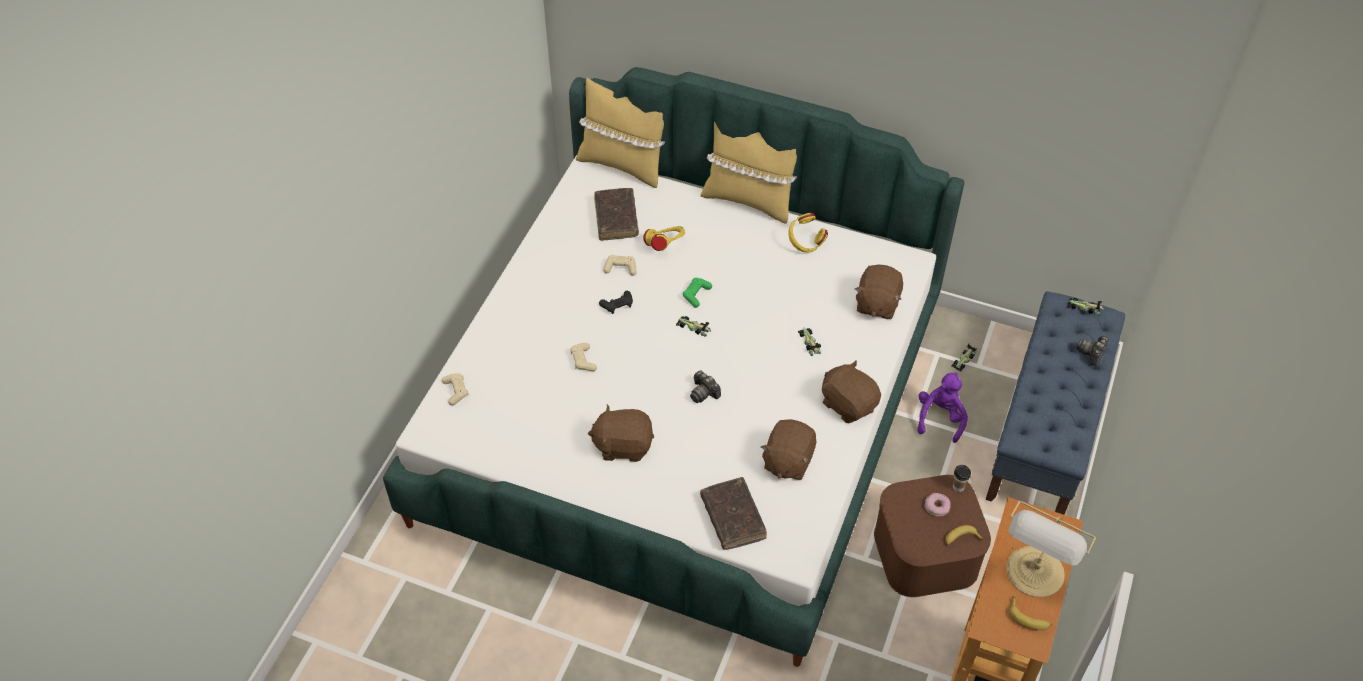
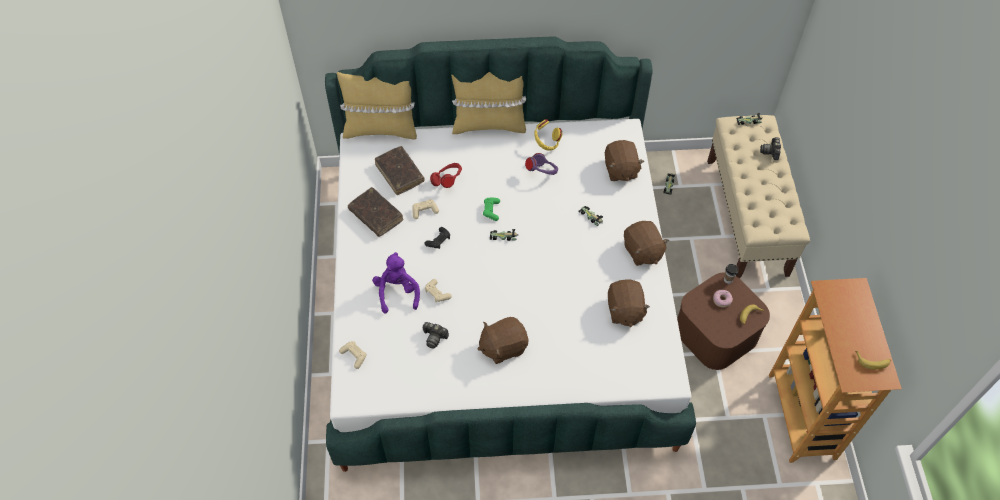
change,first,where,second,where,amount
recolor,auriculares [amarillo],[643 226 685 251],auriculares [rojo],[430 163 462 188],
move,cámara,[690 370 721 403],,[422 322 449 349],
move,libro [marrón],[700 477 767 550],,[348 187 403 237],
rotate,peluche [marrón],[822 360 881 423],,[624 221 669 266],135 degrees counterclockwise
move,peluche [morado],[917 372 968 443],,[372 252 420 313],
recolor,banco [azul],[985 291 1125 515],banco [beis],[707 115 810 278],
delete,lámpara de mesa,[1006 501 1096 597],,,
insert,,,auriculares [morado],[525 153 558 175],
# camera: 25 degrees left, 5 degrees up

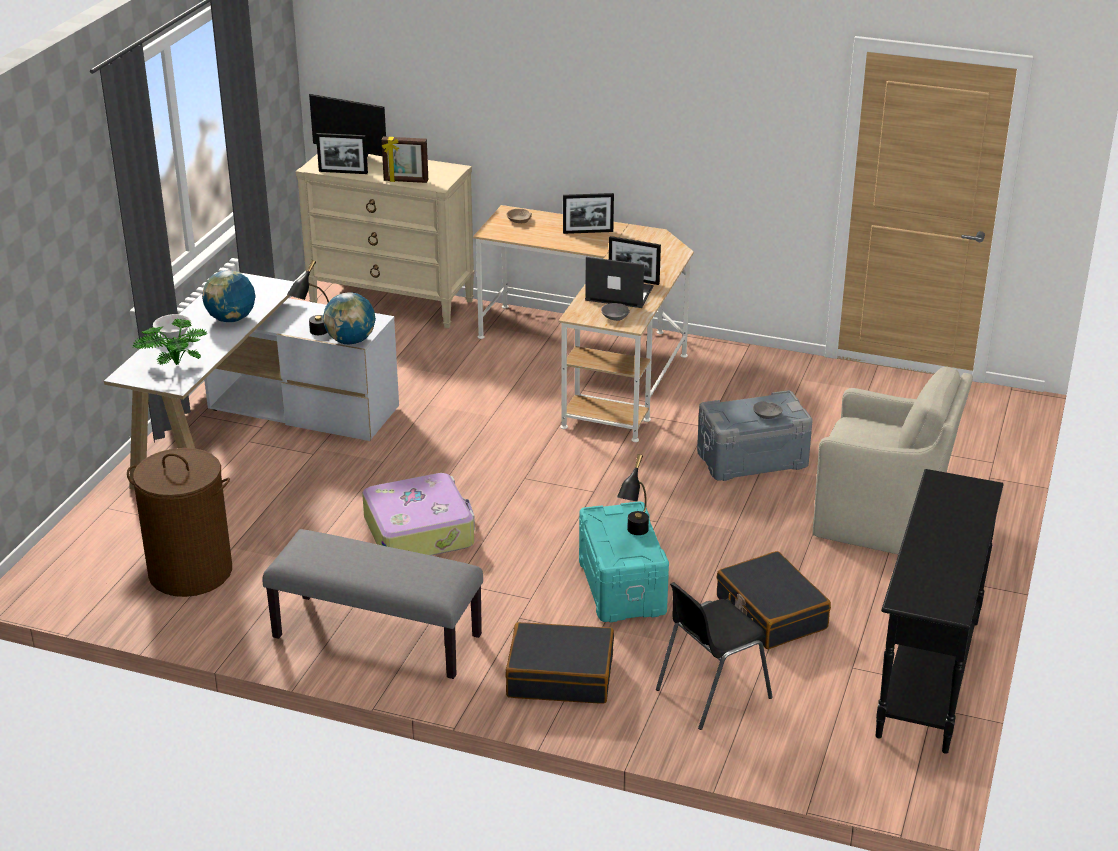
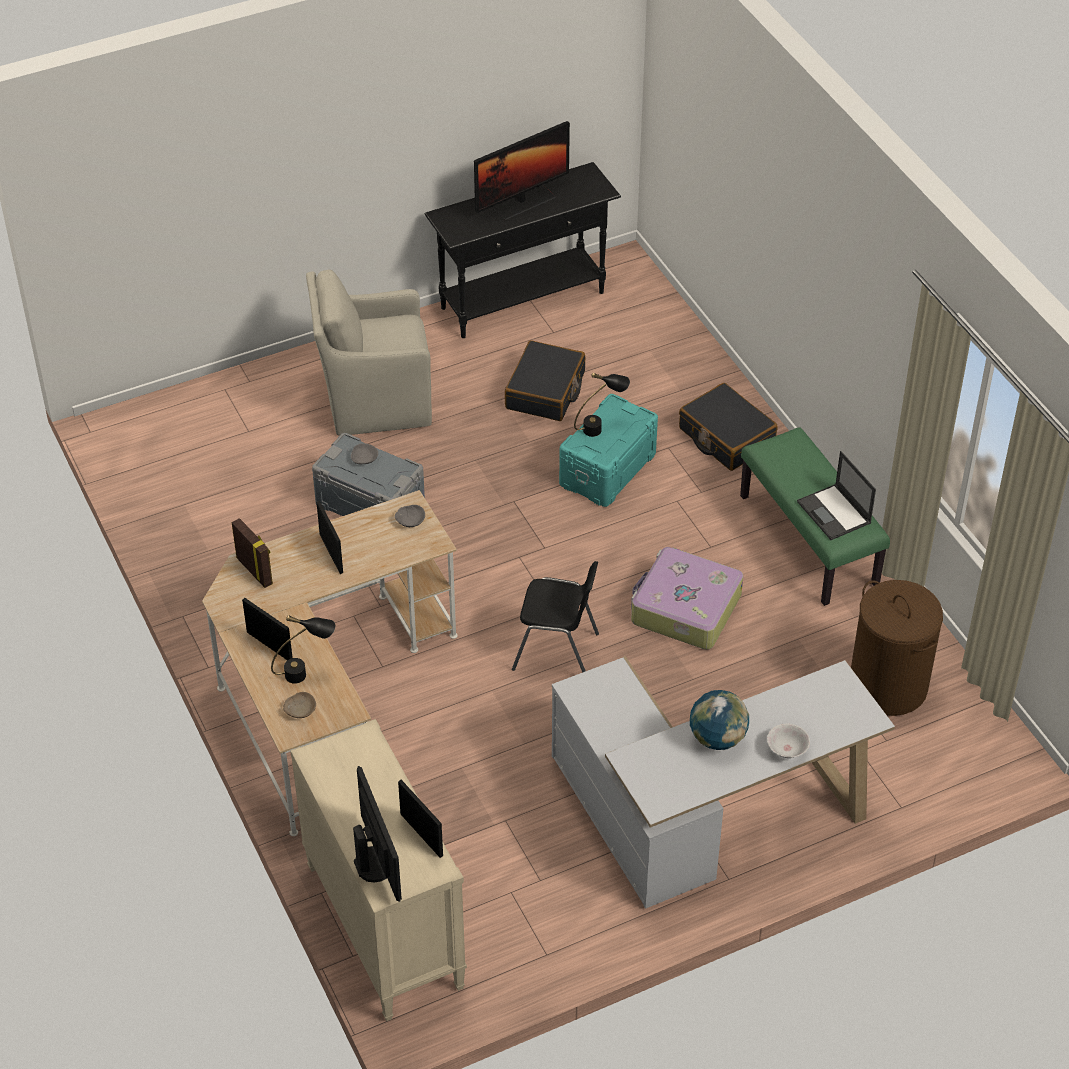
change,first,where,second,where,amount
delete,planta en maceta,[132 319 208 365],,,
recolor,banco [gris],[262 529 483 679],banco [verde],[740 427 890 606],
move,lámpara de mesa [negro],[287 260 329 335],,[271 615 335 684],
delete,globo terráqueo,[323 292 376 344],,,
move,portarretratos,[381 137 428 183],,[231 518 273 588],
move,portátil,[585 257 653 308],,[797 451 876 540],
move,silla [negro],[656 582 773 730],,[512 561 599 673],
rotate,sillón [beis],[813 366 973 554],,[306 269 432 436],75 degrees counterclockwise
insert,,,monitor,[474 121 570 220],
# camera: 135 degrees left, 15 degrees up

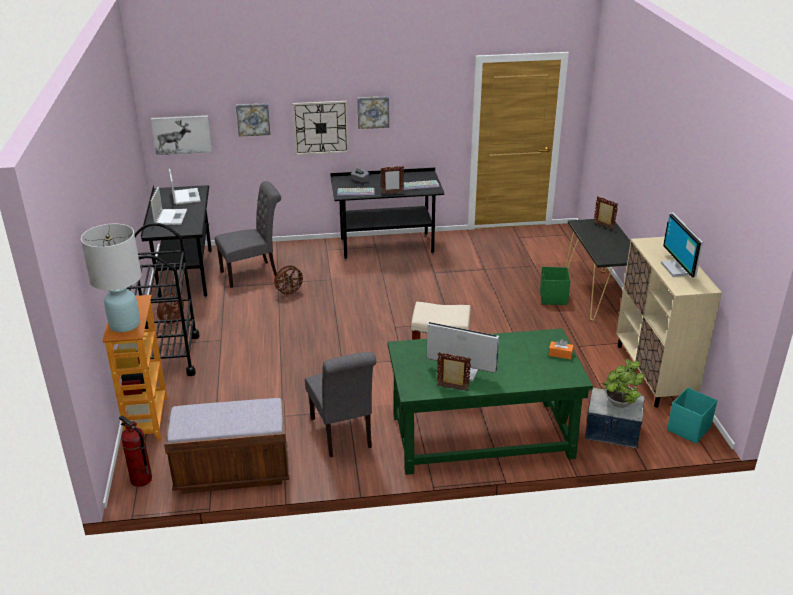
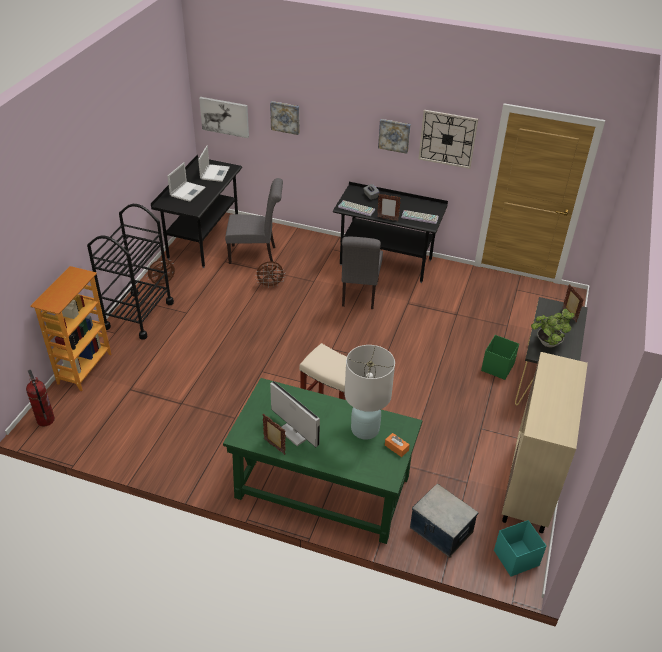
change,first,where,second,where,amount
move,lámpara de mesa [blanco],[81 224 141 332],,[344 345 395 440],
delete,banco [marrón],[164 398 289 494],,,
move,reloj de pared,[292 101 349 155],,[418 110 478 169],
move,silla [gris],[305 352 376 457],,[342 237 383 309],
move,planta en maceta,[600 358 644 408],,[531 308 575 347],
delete,monitor,[661 213 703 277],,,
# camera: 25 degrees right, 10 degrees up

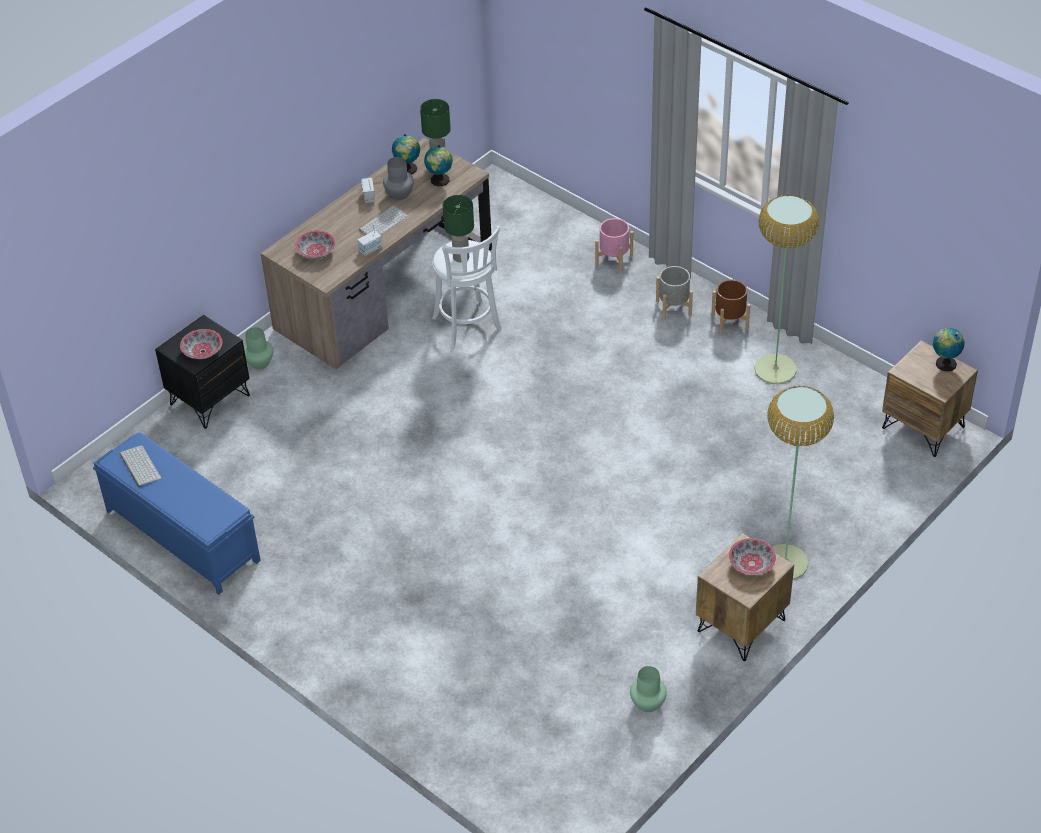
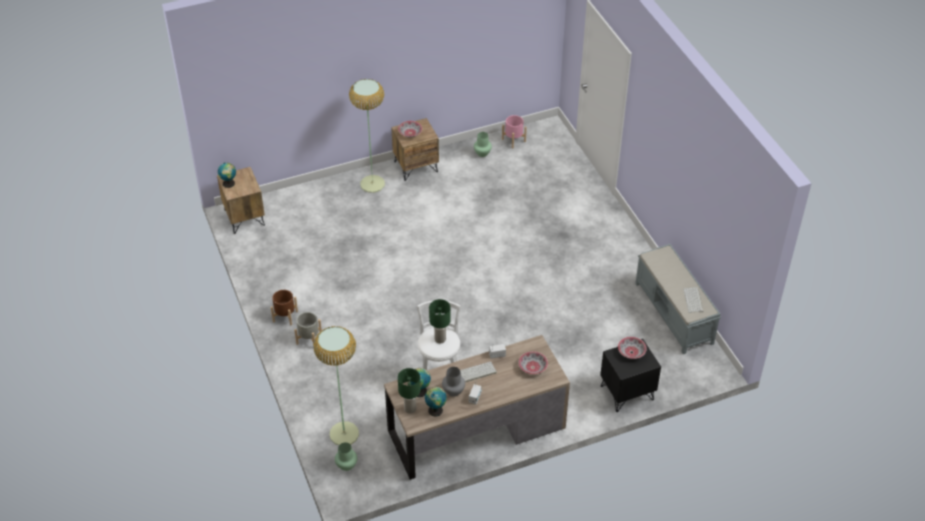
change,first,where,second,where,amount
recolor,banco [azul],[93 432 261 595],banco [gris],[635 244 721 354],
move,florero [verde],[244 327 273 370],,[335 442 357 471],
move,maceta [rosa],[595 218 633 272],,[502 115 527 148],
move,lámpara de pie,[754 195 819 384],,[313 326 359 445],
# camera: 155 degrees left, 0 degrees up

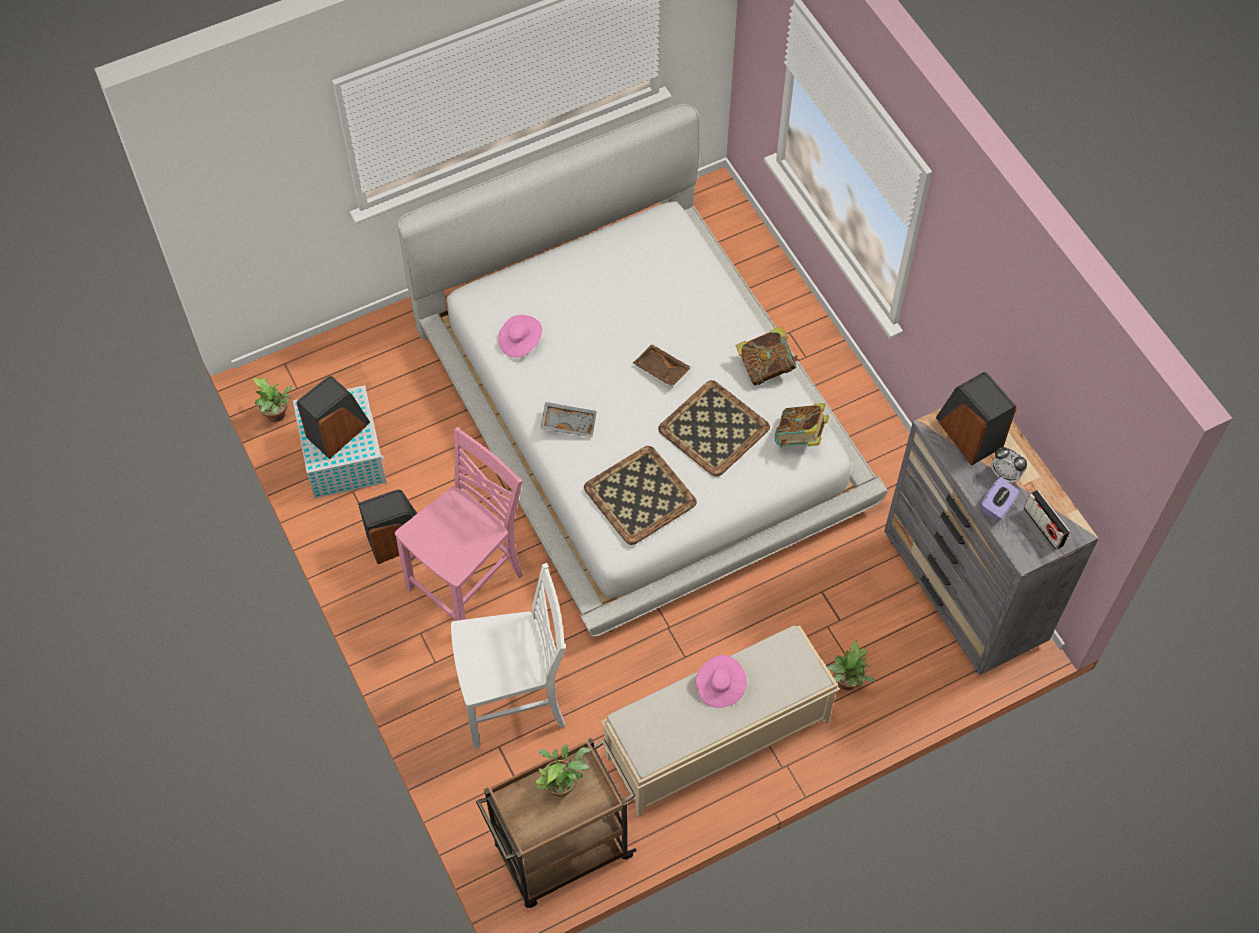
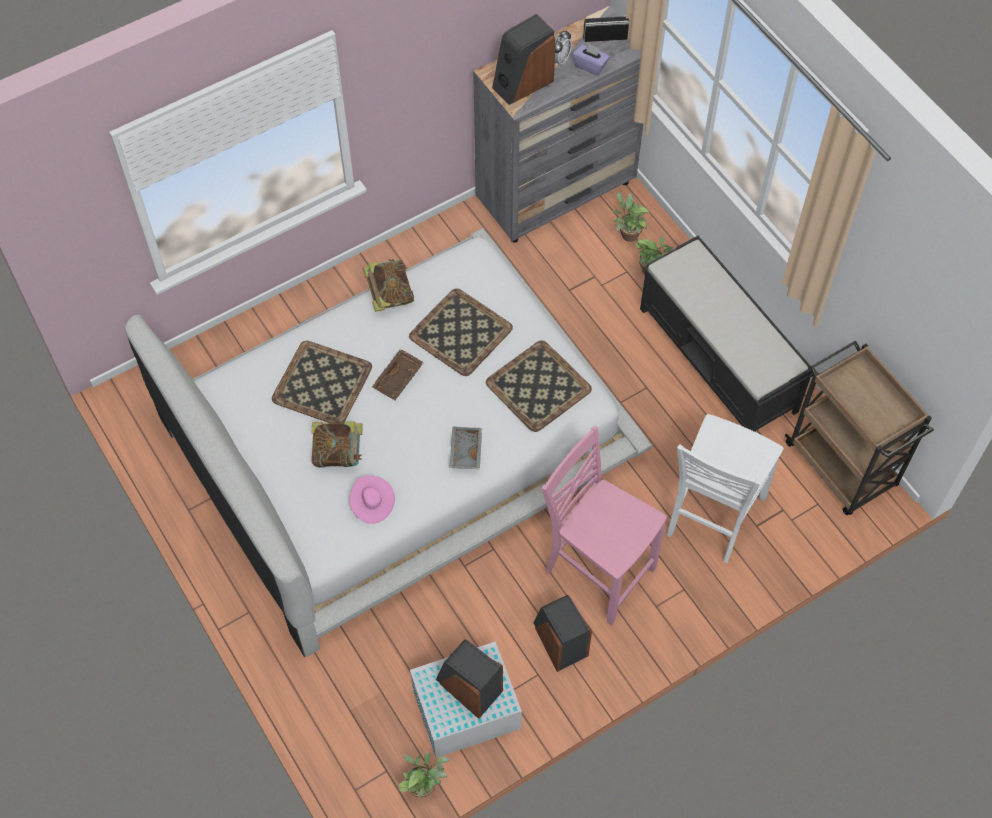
change,first,where,second,where,amount
rotate,silla [blanco],[451 563 566 749],,[667 414 784 563],135 degrees counterclockwise
move,planta en maceta,[535 744 591 797],,[613 192 650 242],
recolor,banco [beis],[601 625 839 817],banco [negro],[640 236 814 432],
delete,sombrero [rosa],[696 655 747 708],,,
move,libro,[775 403 829 447],,[311 421 363 468],
rotate,radio,[1024 490 1070 550],,[583 15 629 42],150 degrees counterclockwise
insert,,,bandeja,[272 341 372 423],
# camera: 95 degrees left, 0 degrees up

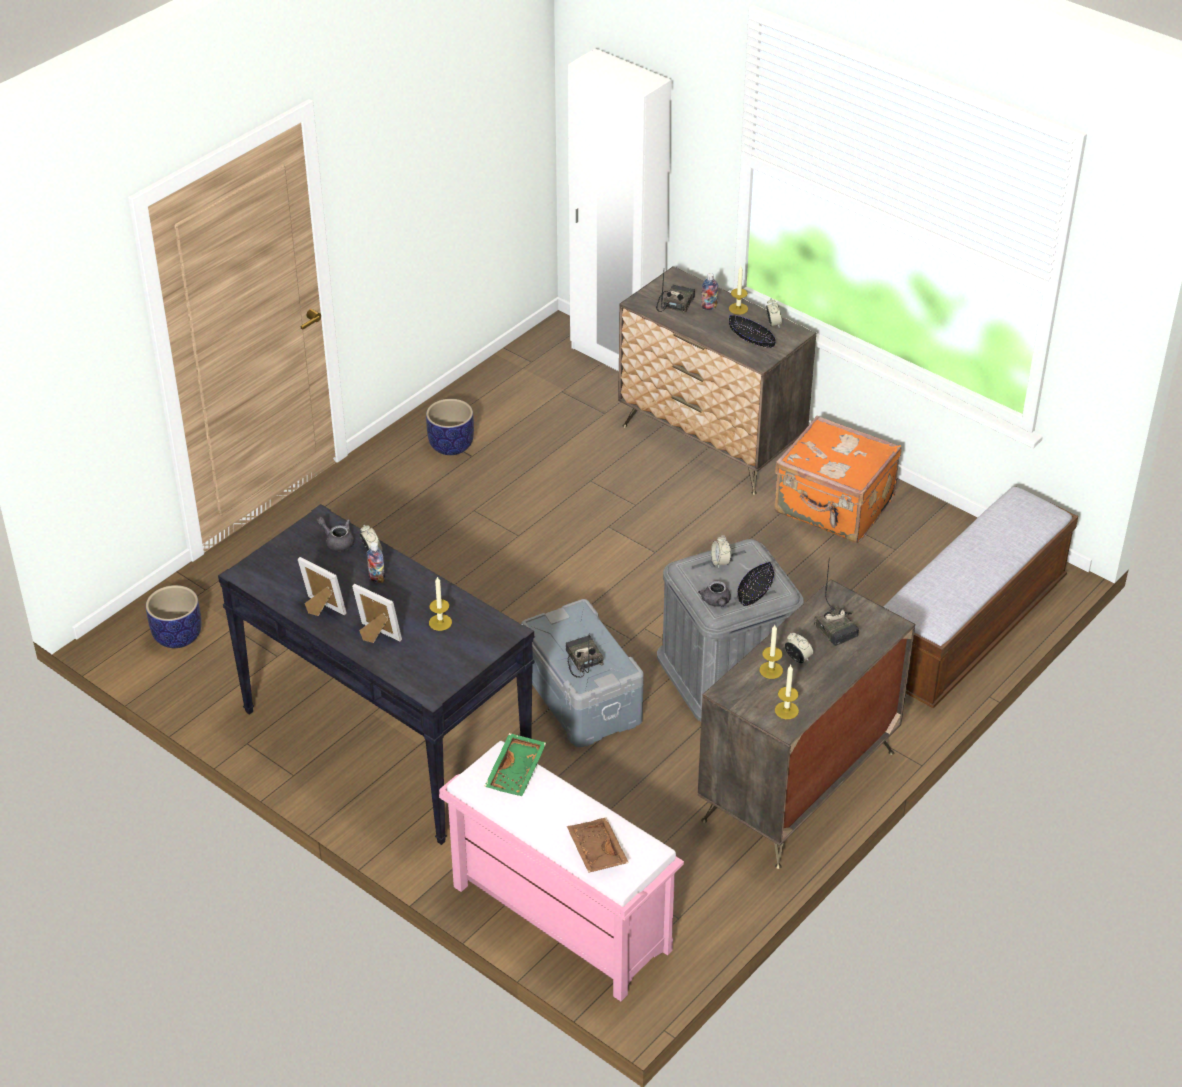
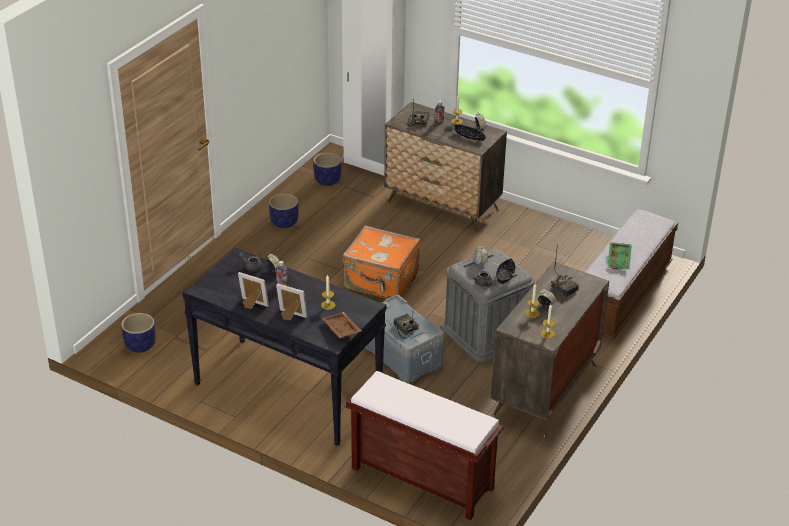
change,first,where,second,where,amount
recolor,banco [rosa],[439 741 684 1002],banco [marrón],[346 371 504 520],
move,bandeja [verde],[484 733 546 796],,[608 242 632 269],
move,bandeja [marrón],[567 818 629 873],,[322 312 361 338],
move,maleta [naranja],[775 416 902 543],,[342 226 420 299],
insert,,,maceta,[313 153 342 186],
# camera: 10 degrees left, 5 degrees down

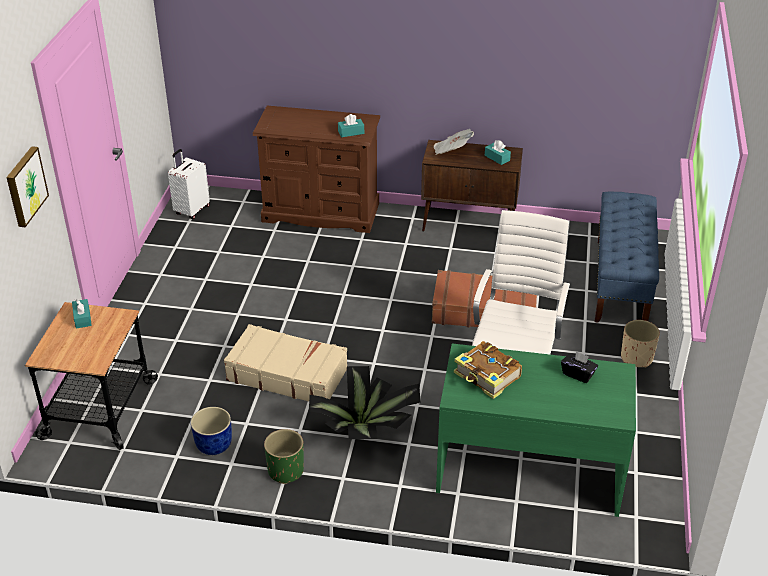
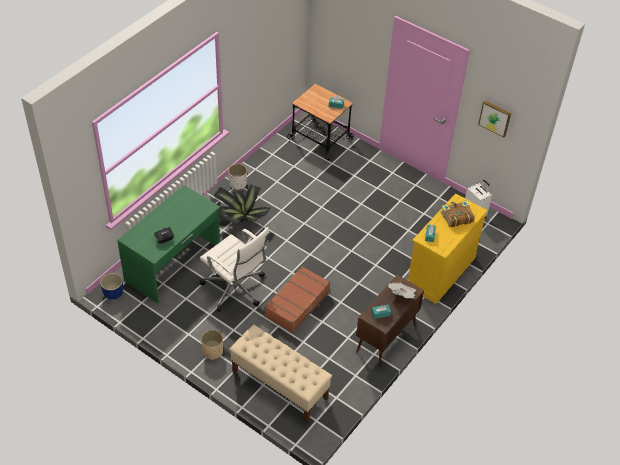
change,first,where,second,where,amount
move,cuadro,[6 146 49 227],,[478 101 511 138],
move,maceta [azul],[191 407 232 455],,[100 273 123 300],
delete,maleta [beis],[224 324 348 401],,,
recolor,cómoda [marrón],[253 106 380 233],cómoda [amarillo],[407 193 487 304],
recolor,maceta [verde],[264 429 304 484],maceta [blanco],[228 164 247 190],
move,libro,[454 341 522 399],,[441 200 475 227],
recolor,banco [azul],[595 192 659 322],banco [beis],[229 325 332 423],
# camera: 115 degrees right, 10 degrees up

